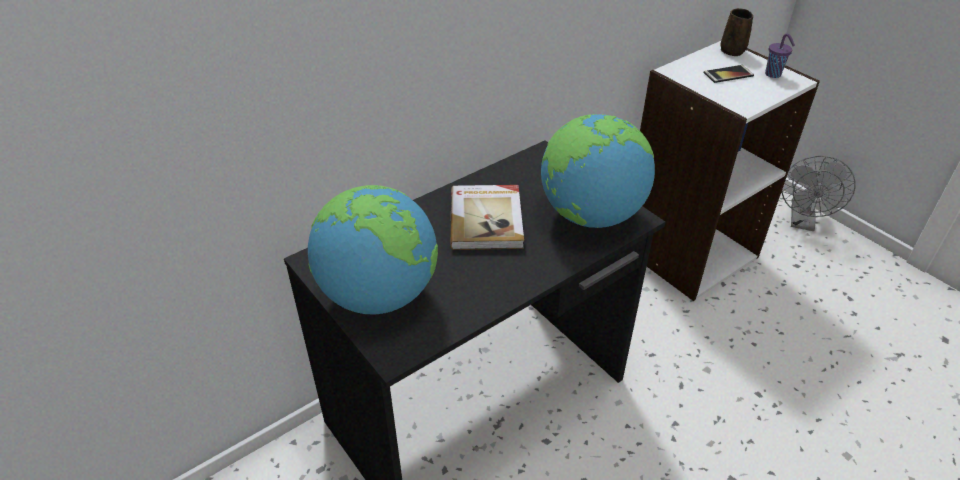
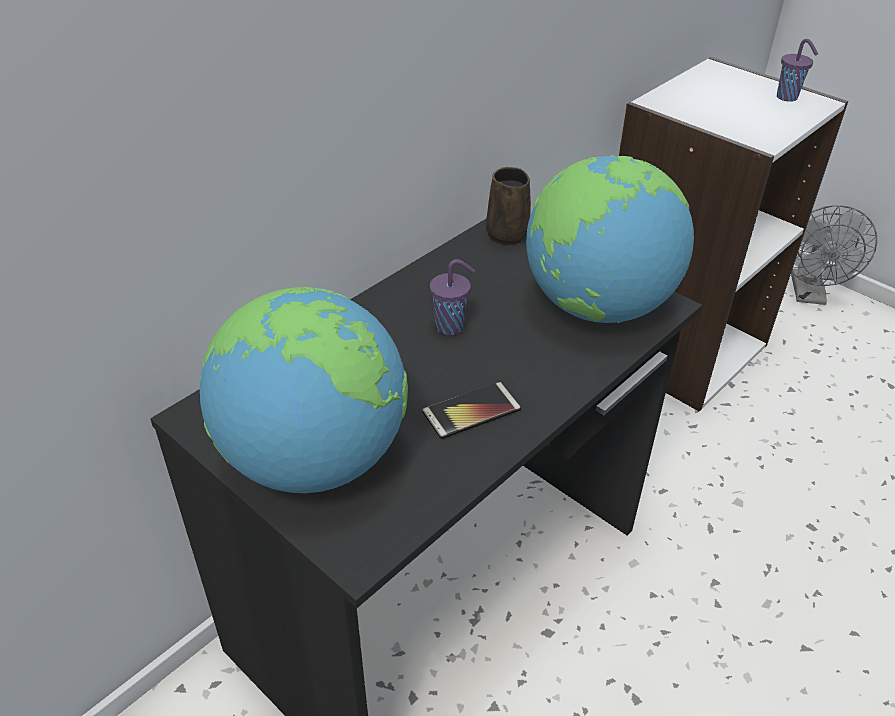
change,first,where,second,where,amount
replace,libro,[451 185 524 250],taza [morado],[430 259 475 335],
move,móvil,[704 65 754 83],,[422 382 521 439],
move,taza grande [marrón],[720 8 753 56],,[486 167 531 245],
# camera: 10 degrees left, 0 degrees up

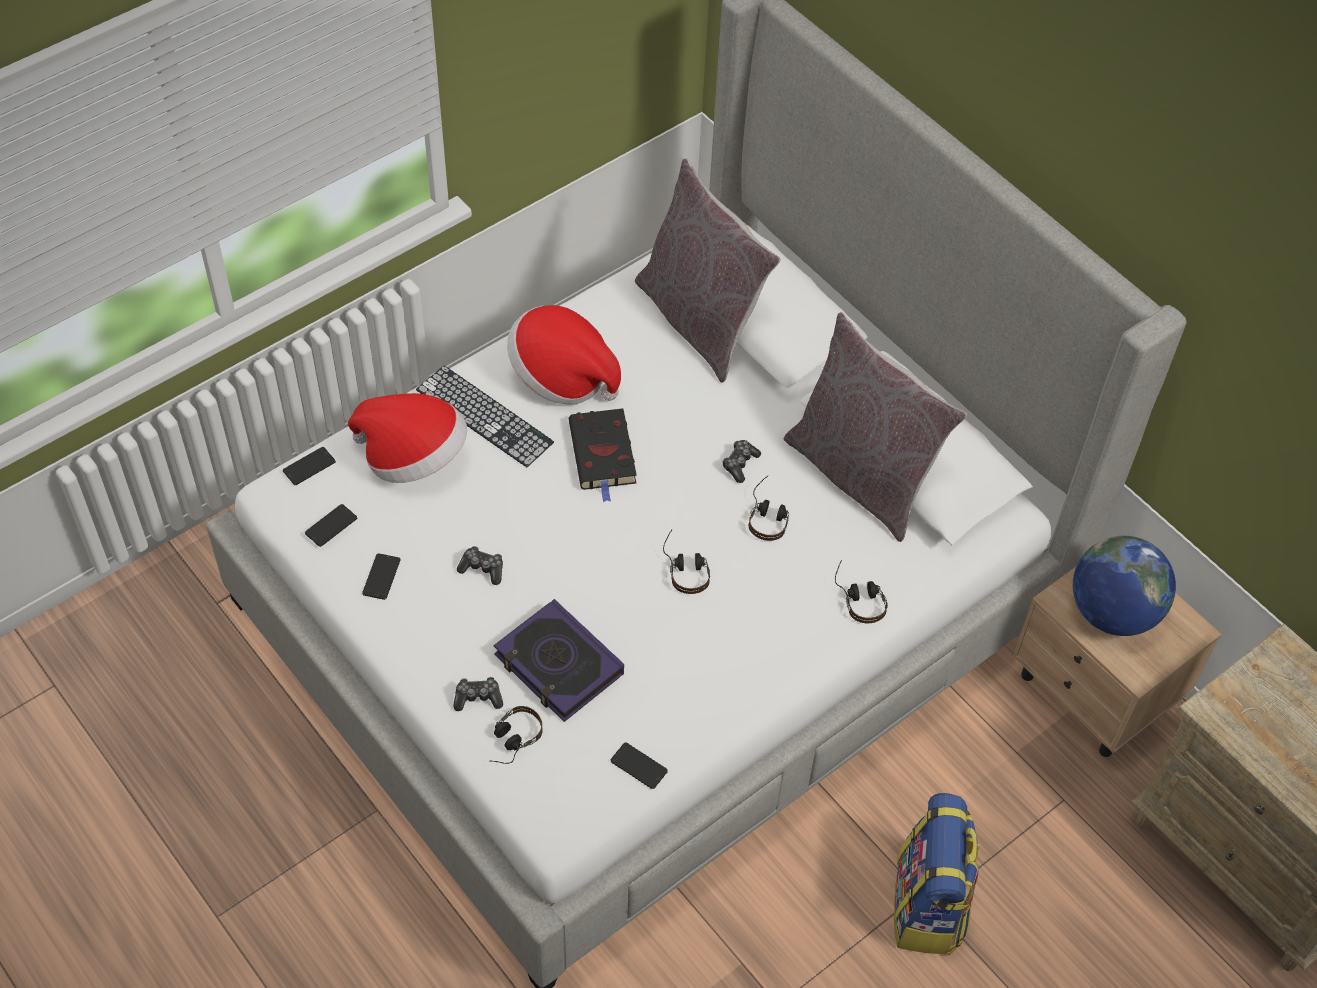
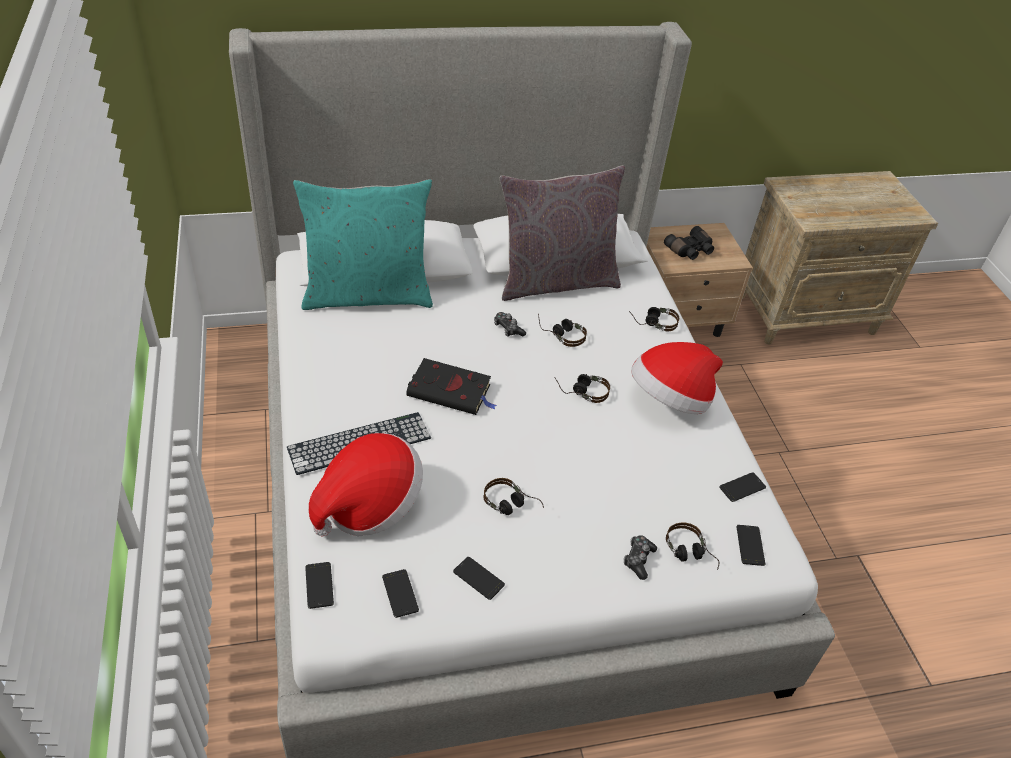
change,first,where,second,where,amount
replace,mando de consola,[457 546 503 585],auriculares,[484 478 544 515],
delete,libro,[494 599 624 722],,,
move,sombrero,[507 305 621 405],,[631 342 723 414],
recolor,cojín [gris],[635 158 781 383],cojín [turquesa],[293 179 433 310],
delete,mochila,[894 793 979 955],,,
replace,globo terráqueo,[1073 536 1176 636],prismáticos [negro],[664 226 714 260],
insert,,,móvil,[736 525 765 566],
# camera: 65 degrees left, 10 degrees down

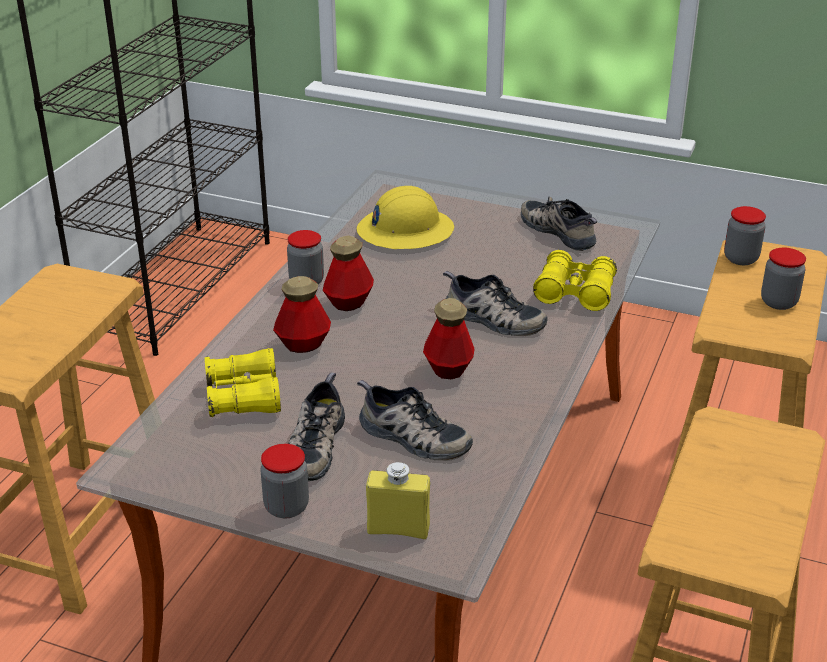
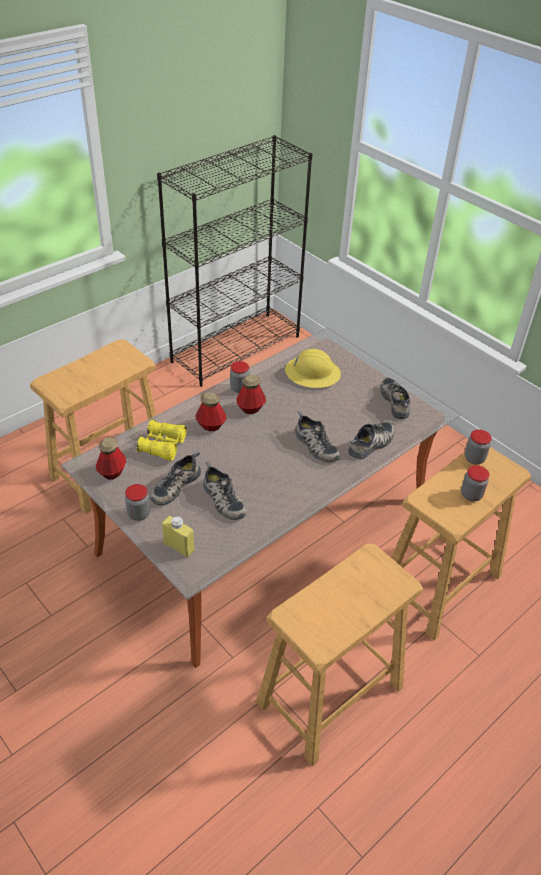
change,first,where,second,where,amount
move,botella,[423 298 474 379],,[96 437 126 480],
replace,prismáticos [amarillo],[533 250 617 311],zapato,[348 422 394 459],
# camera: 25 degrees right, 10 degrees up

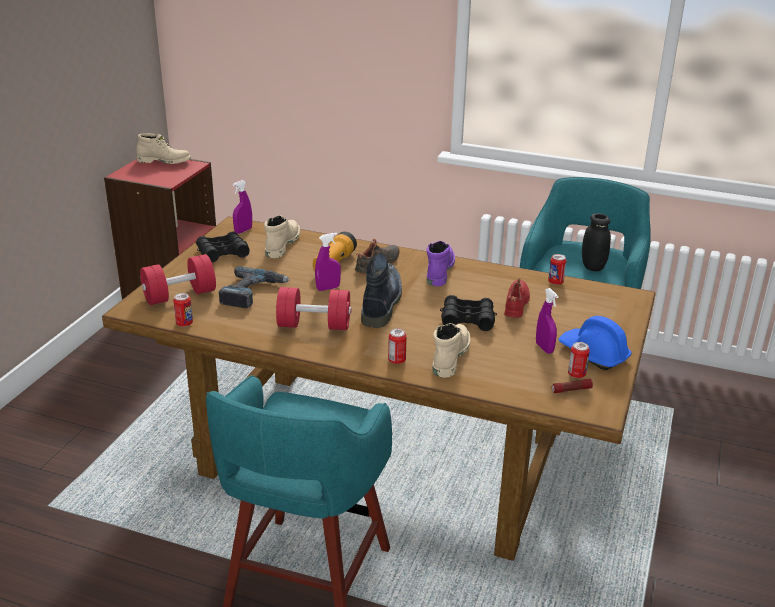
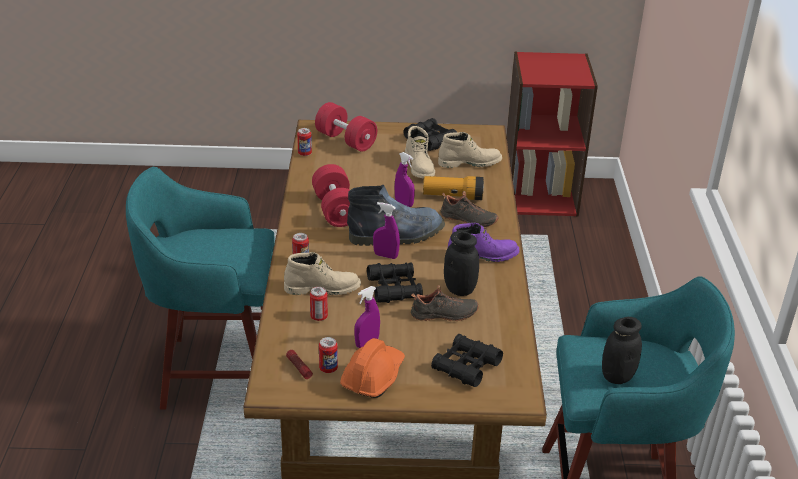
change,first,where,second,where,amount
move,bota [beis],[136 133 191 164],,[405 126 435 178],
delete,taladro,[219 266 290 308],,,
move,pulverizador [morado],[233 180 252 234],,[373 202 400 259],
recolor,zapato [rojo],[504 278 530 318],zapato [negro],[411 285 479 321],
move,lata,[548 254 566 285],,[310 287 328 321],
recolor,casco [azul],[559 316 631 370],casco [naranja],[340 338 405 398],
insert,,,prismáticos [negro],[431 334 503 387],
insert,,,tarro [negro],[444 231 479 296],
# camera: 70 degrees right, 5 degrees up

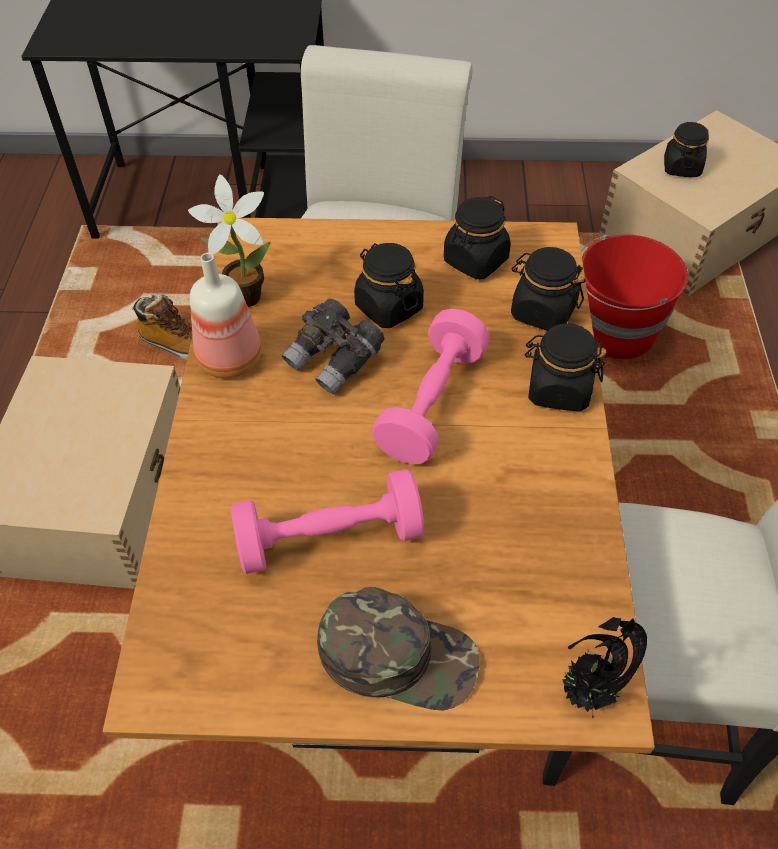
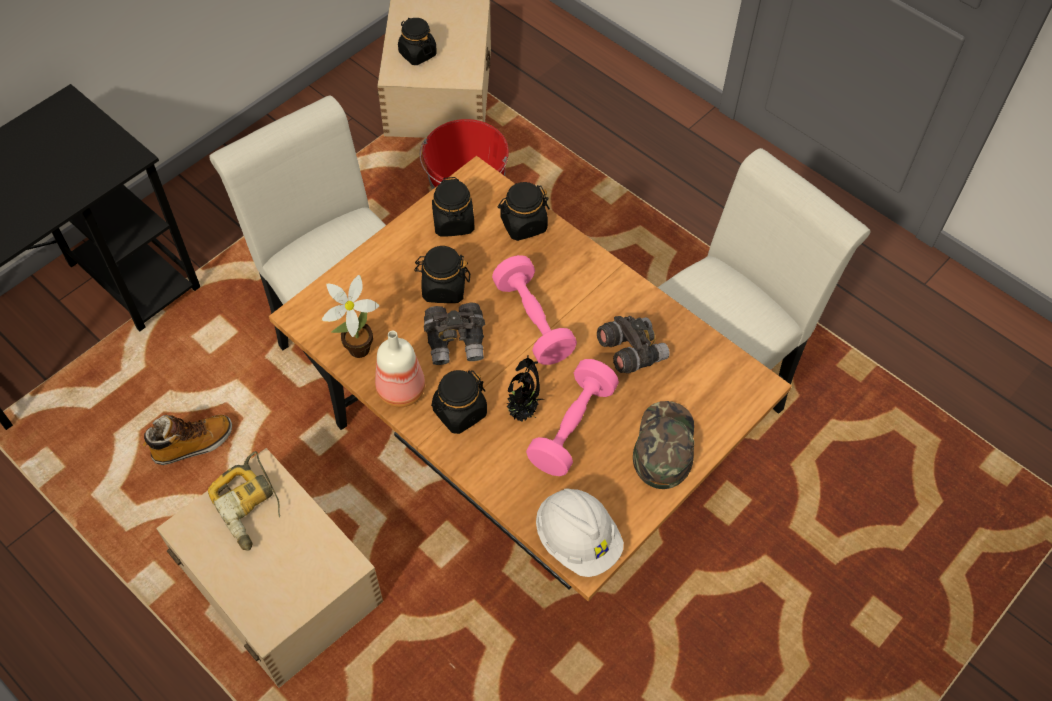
change,first,where,second,where,amount
rotate,gorra [verde],[317 587 480 710],,[633 401 694 489],45 degrees counterclockwise
move,tarro [negro],[525 323 607 411],,[431 370 487 434],
move,planta en maceta,[561 617 647 718],,[506 355 543 422],
insert,,,taladro,[208 451 280 551],
insert,,,casco [blanco],[536 488 624 577],
insert,,,prismáticos [gris],[597 316 670 373],
# camera: 50 degrees left, 5 degrees up

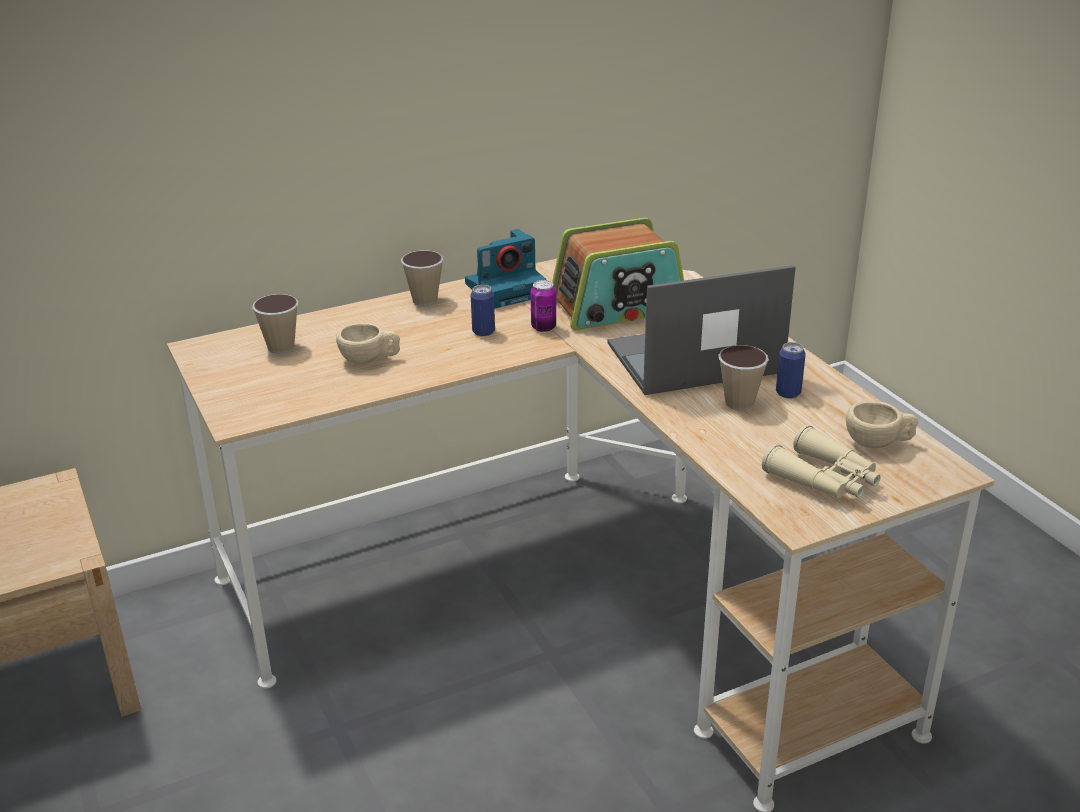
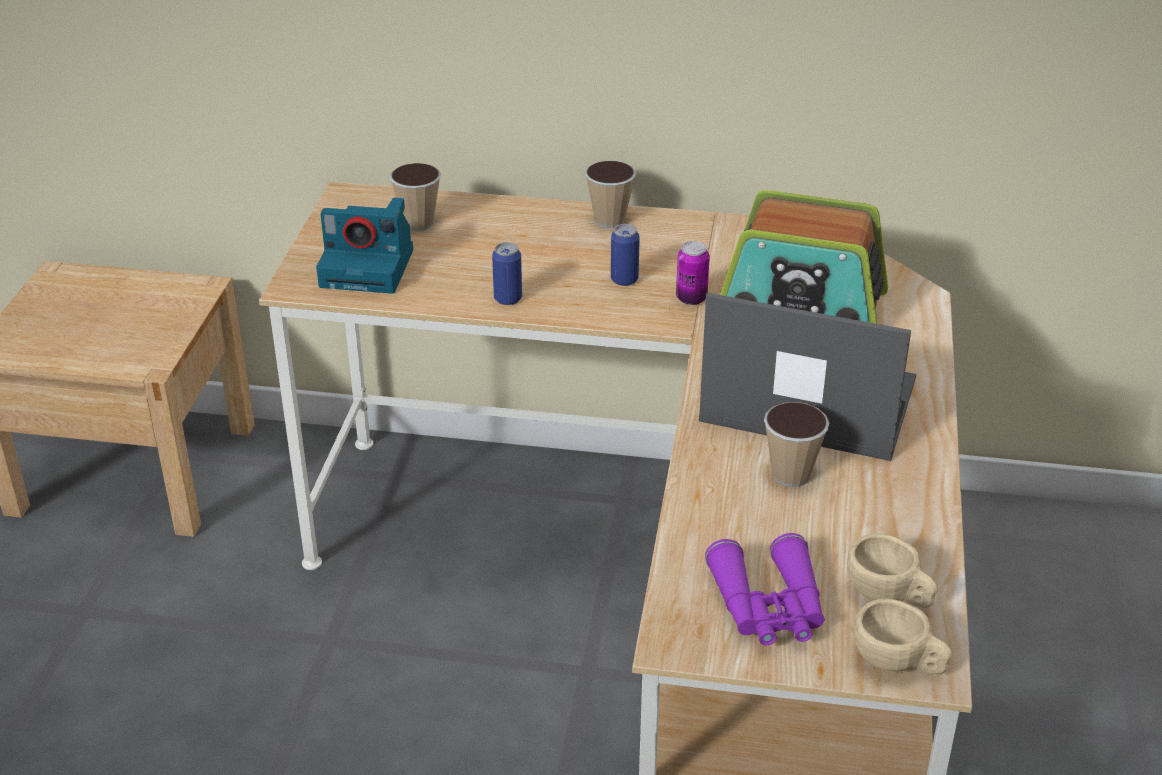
change,first,where,second,where,amount
move,taza [beis],[336 323 400 364],,[854 598 952 674],
move,cámara,[465 229 546 309],,[316 198 413 294],
recolor,prismáticos [beis],[762 425 881 498],prismáticos [morado],[705 533 824 645],
move,lata,[776 342 806 398],,[492 242 522 305],
# camera: 35 degrees right, 5 degrees up

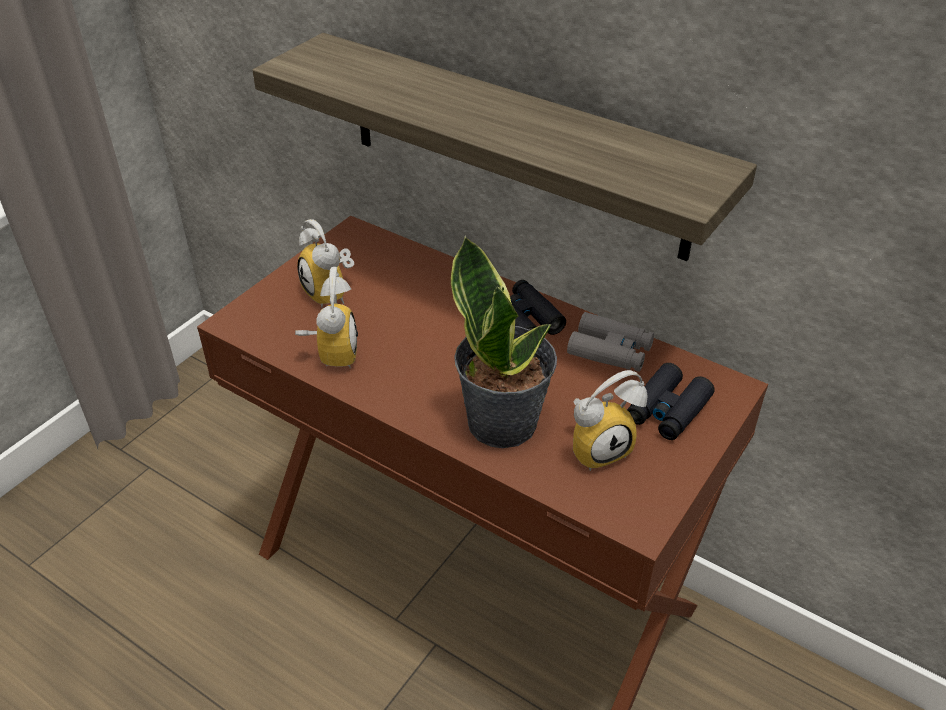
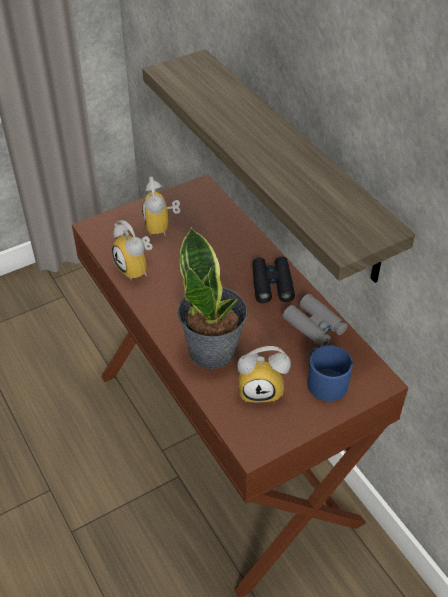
change,first,where,second,where,amount
rotate,despertador,[295 267 358 368],,[112 220 153 280],120 degrees clockwise
replace,prismáticos [negro],[627 363 715 440],taza grande [azul],[308 345 353 401],
# camera: 25 degrees right, 5 degrees up

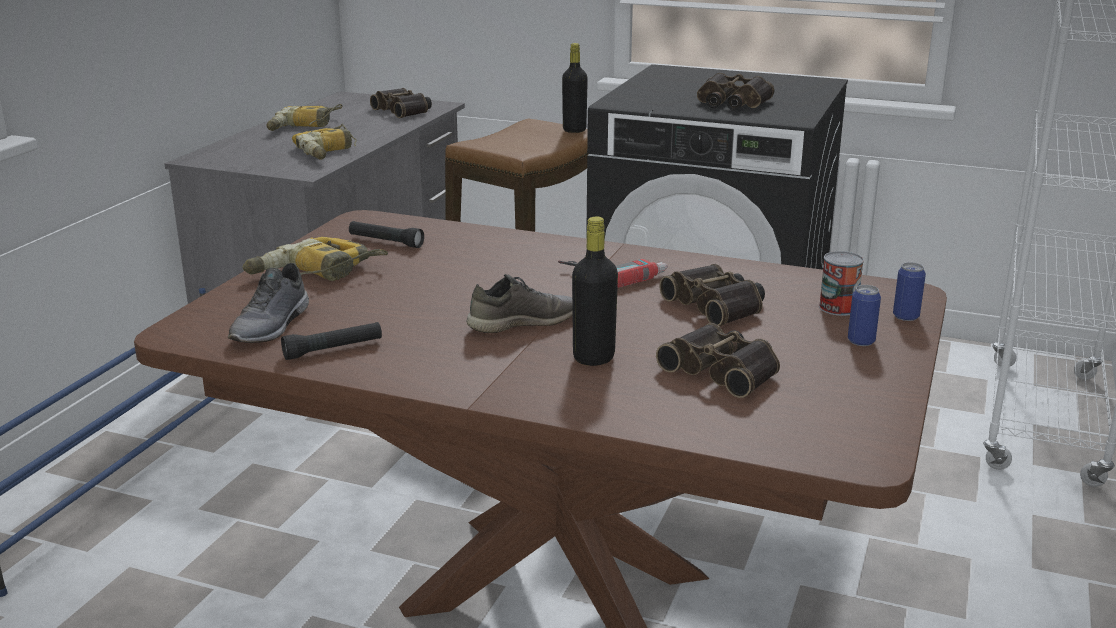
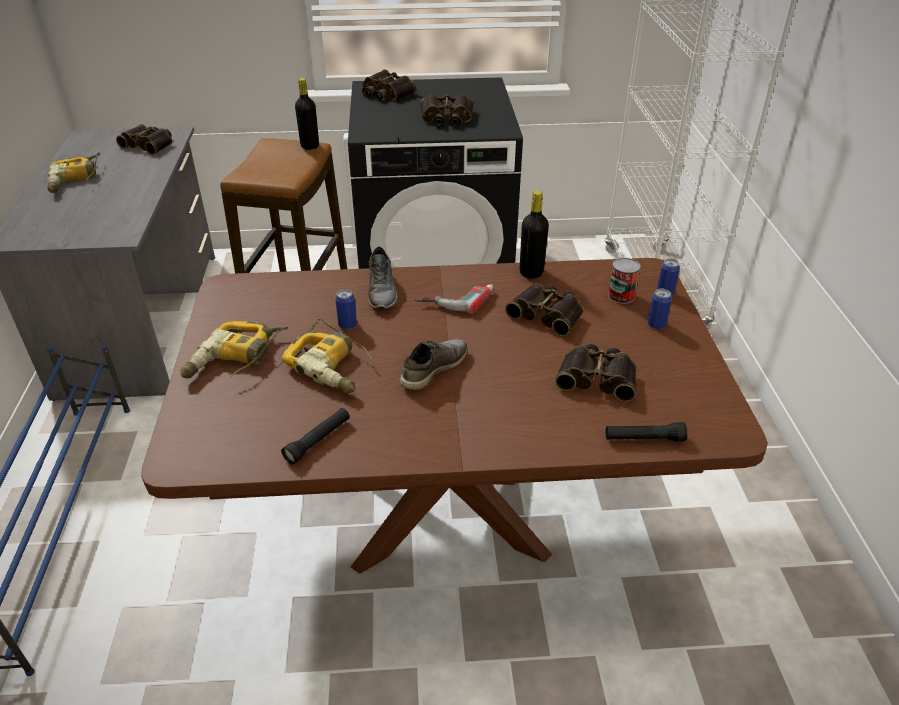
change,first,where,second,where,amount
move,zapato [gris],[228 263 309 343],,[368 247 398 309],
move,taladro,[292 123 357 160],,[282 319 372 393],
move,linterna [negro],[349 221 424 248],,[606 422 687 442],
move,botella [negro],[572 217 618 366],,[520 190 549 279],
insert,,,lata,[335 289 357 330],
insert,,,prismáticos,[362 70 417 101],
# camera: 25 degrees left, 15 degrees up

